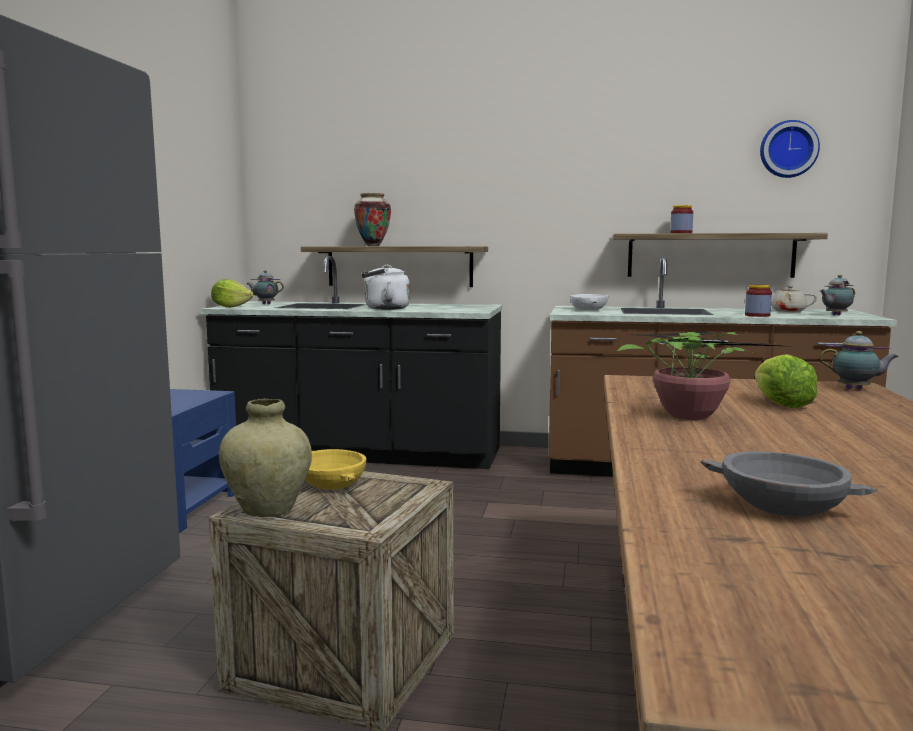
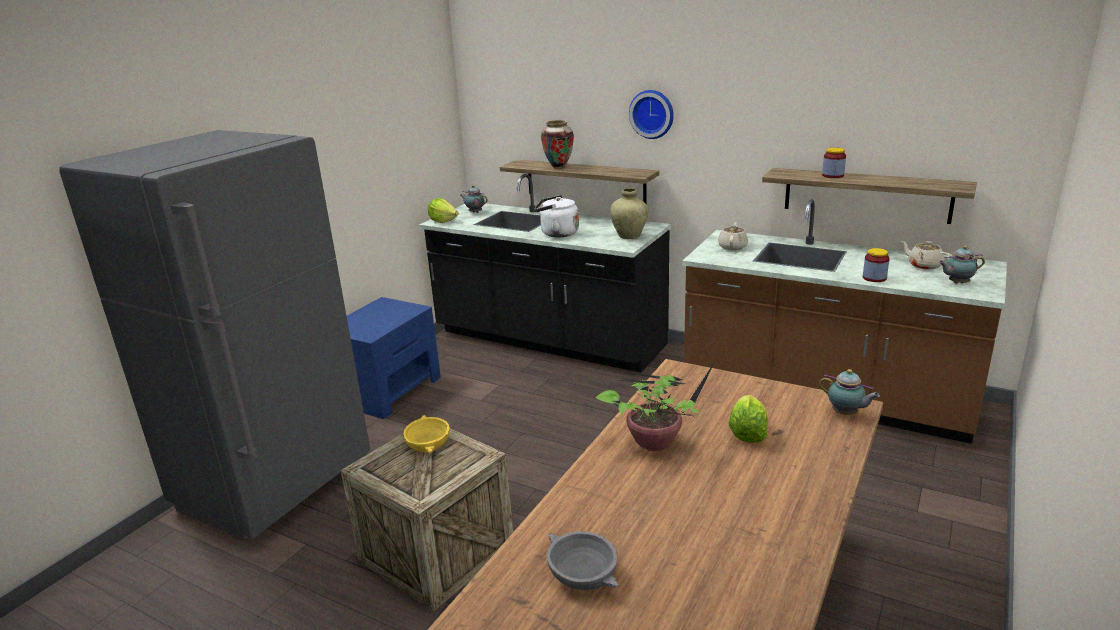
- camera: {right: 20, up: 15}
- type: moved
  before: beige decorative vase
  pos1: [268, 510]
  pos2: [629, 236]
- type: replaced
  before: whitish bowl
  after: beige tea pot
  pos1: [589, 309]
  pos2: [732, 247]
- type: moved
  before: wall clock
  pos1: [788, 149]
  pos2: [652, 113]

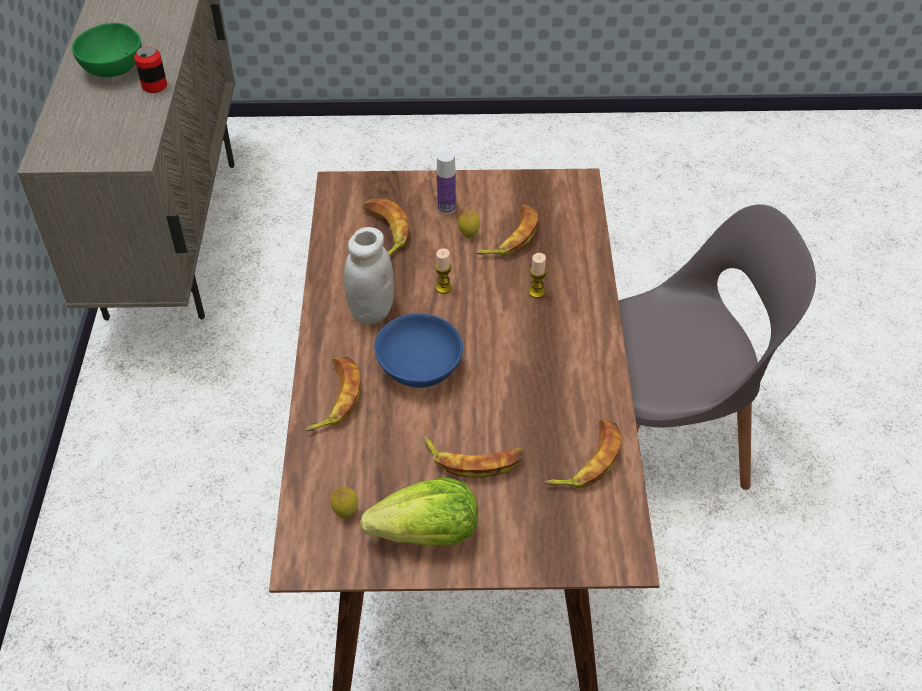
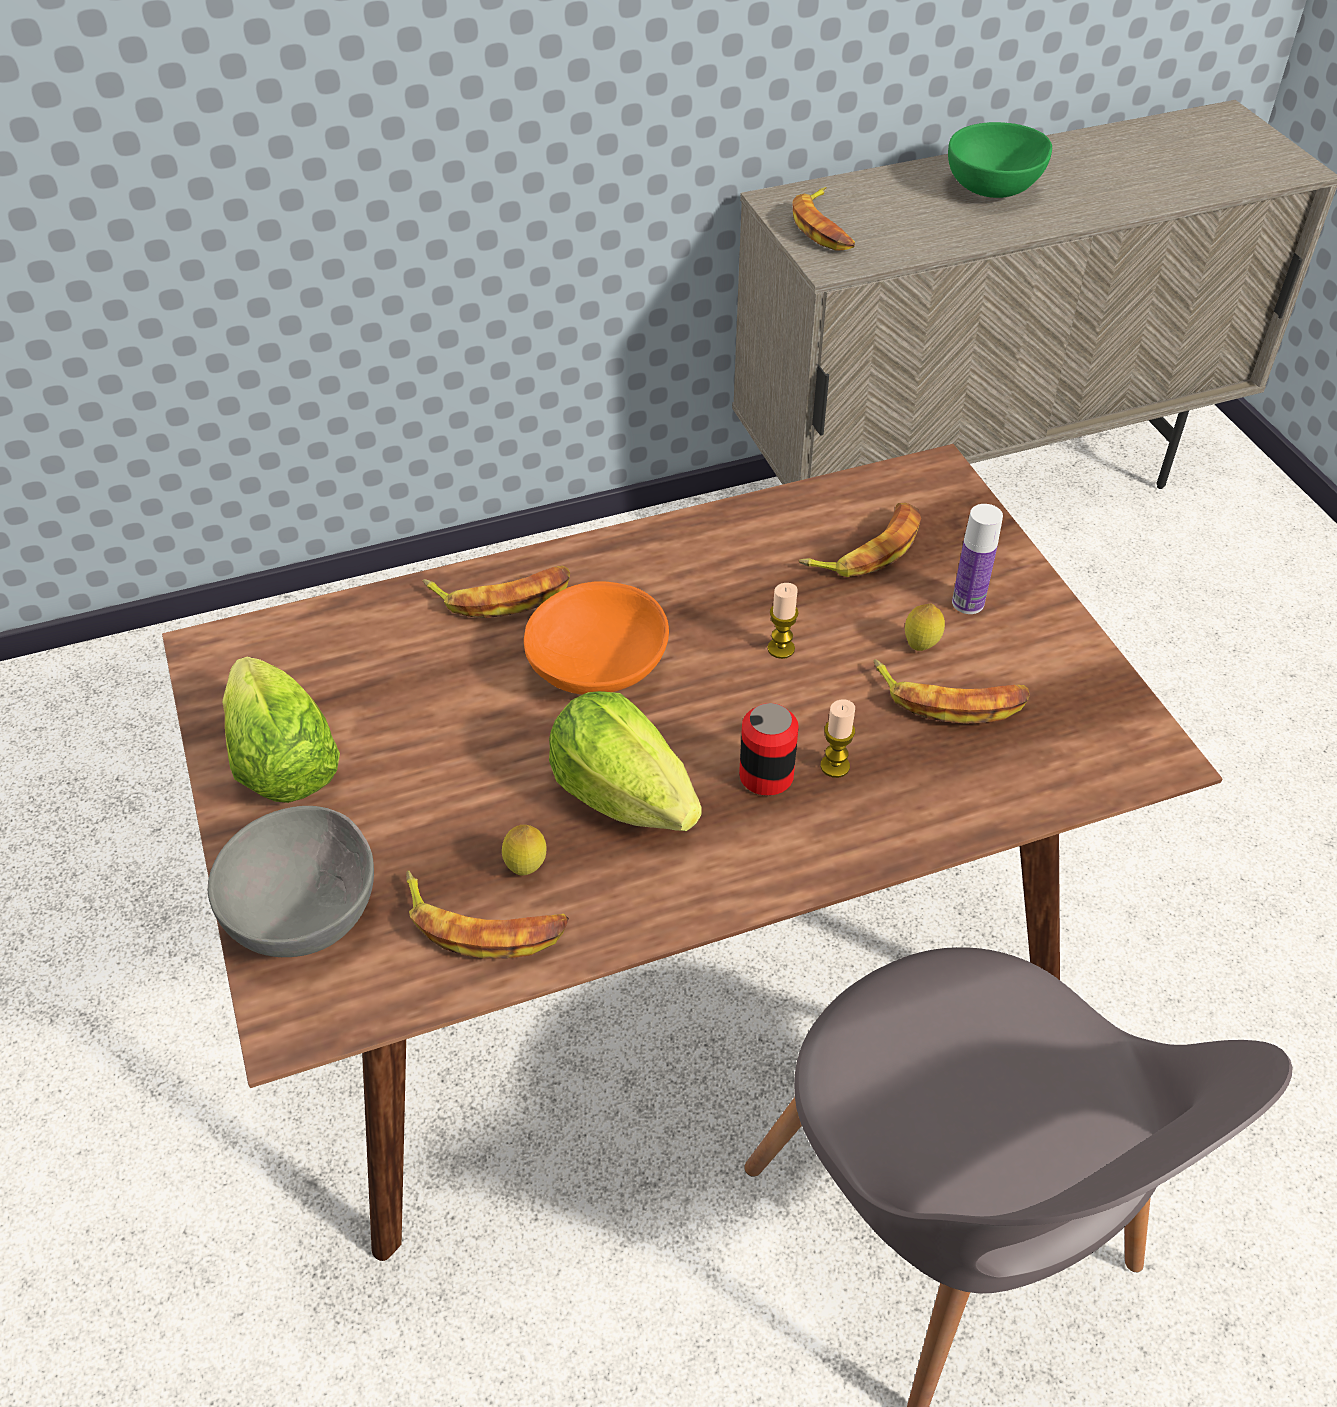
- camera: {right: 70, up: 0}
- type: moved
  before: sealed can
  pos1: [154, 86]
  pos2: [766, 776]
- type: moved
  before: citrus fruit
  pos1: [345, 513]
  pos2: [526, 868]
- type: removed
  before: whitish preserve jar
  pos1: [371, 311]
- type: recoloured
  before: blue-coloured bowl
  after: orange bowl
  pos1: [420, 367]
  pos2: [599, 668]
- type: moved
  before: banana fruit
  pos1: [474, 459]
  pos2: [824, 227]
- type: added
  after: gray bowl
  pos2: [309, 913]
- type: added
  after: lettuce
  pos2: [623, 794]

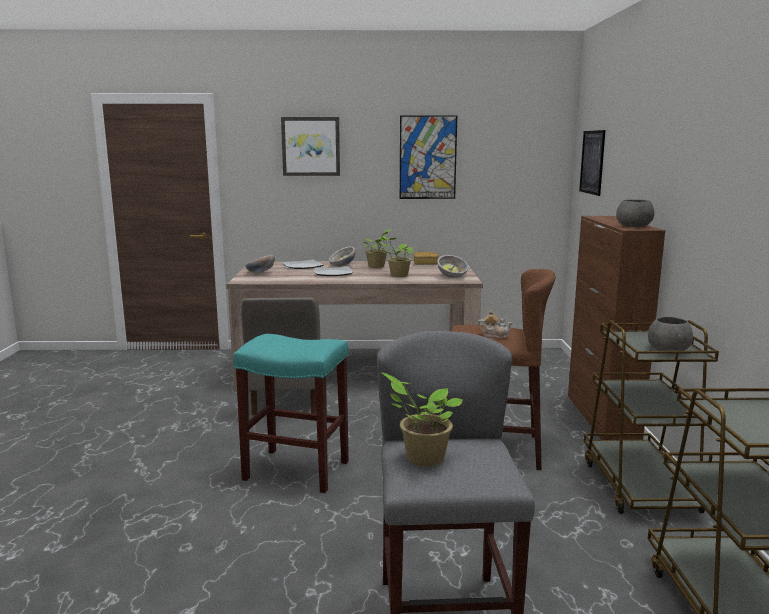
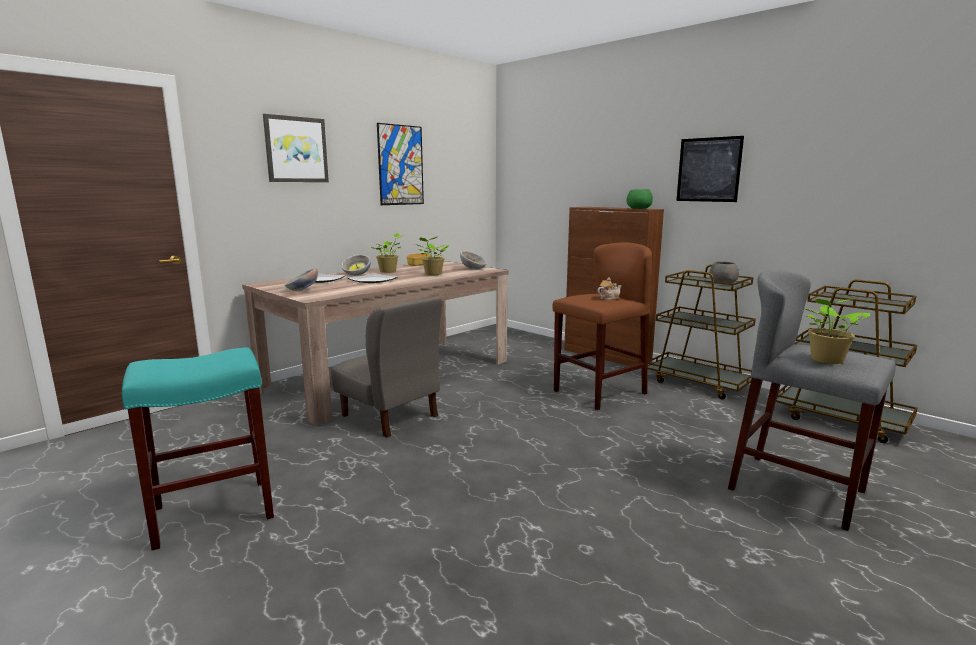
- camera: {right: -45, up: 0}
- type: moved
  before: blue-green sitting stool
  pos1: [298, 470]
  pos2: [215, 511]
- type: moved
  before: wall art
  pos1: [592, 162]
  pos2: [708, 169]
- type: recoloured
  before: gray bowl
  after: green-coloured bowl
  pos1: [634, 226]
  pos2: [639, 208]

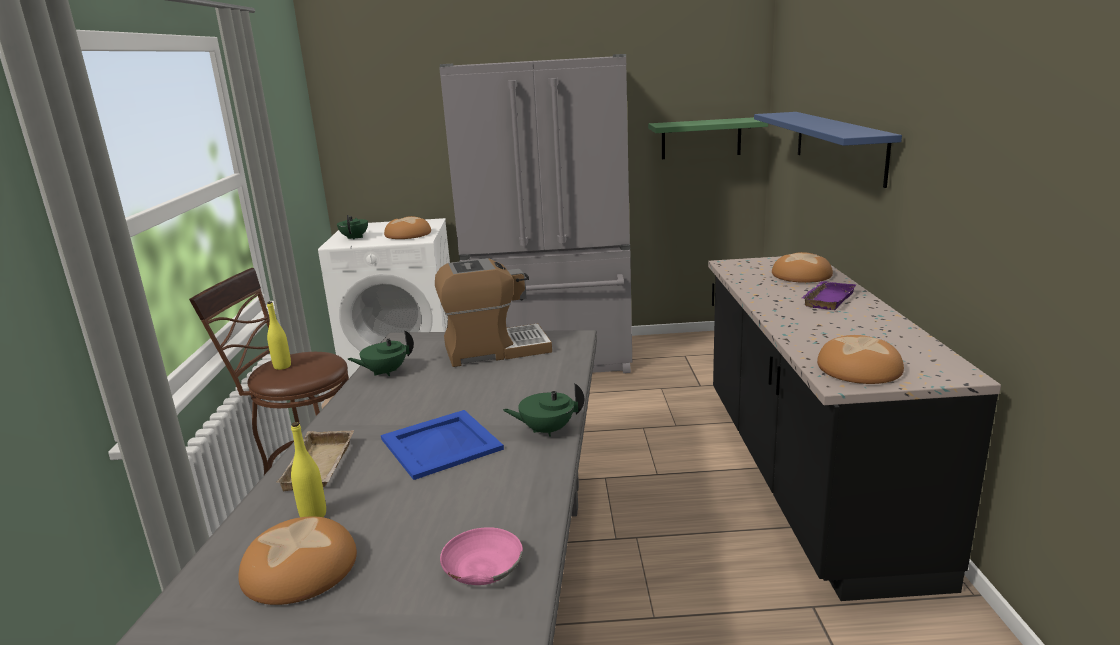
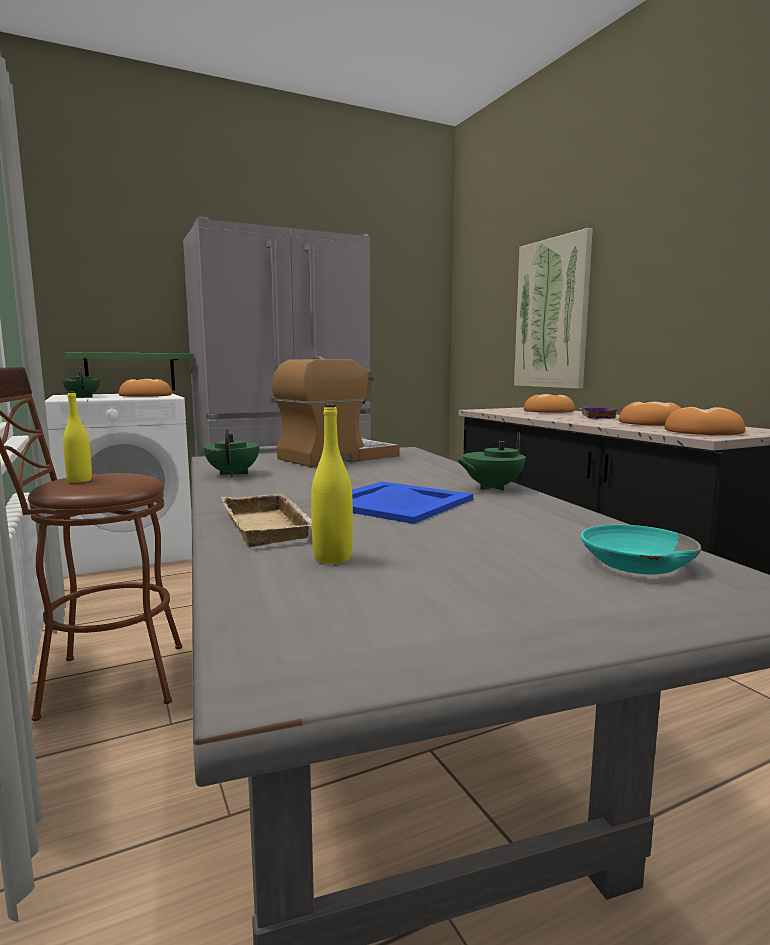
- camera: {right: -25, up: -10}
- type: moved
  before: bakery bread
  pos1: [301, 567]
  pos2: [651, 423]
- type: turned
  before: green-coloured tea pot
  pos1: [385, 372]
  pos2: [233, 473]
  turn: 135
- type: recoloured
  before: pink bowl
  after: blue-green bowl
  pos1: [481, 567]
  pos2: [634, 564]
- type: moved
  before: green-coloured wall shelf
  pos1: [701, 138]
  pos2: [130, 372]
- type: replaced
  before: blue-coloured wall shelf
  after: wall art
  pos1: [838, 145]
  pos2: [552, 314]

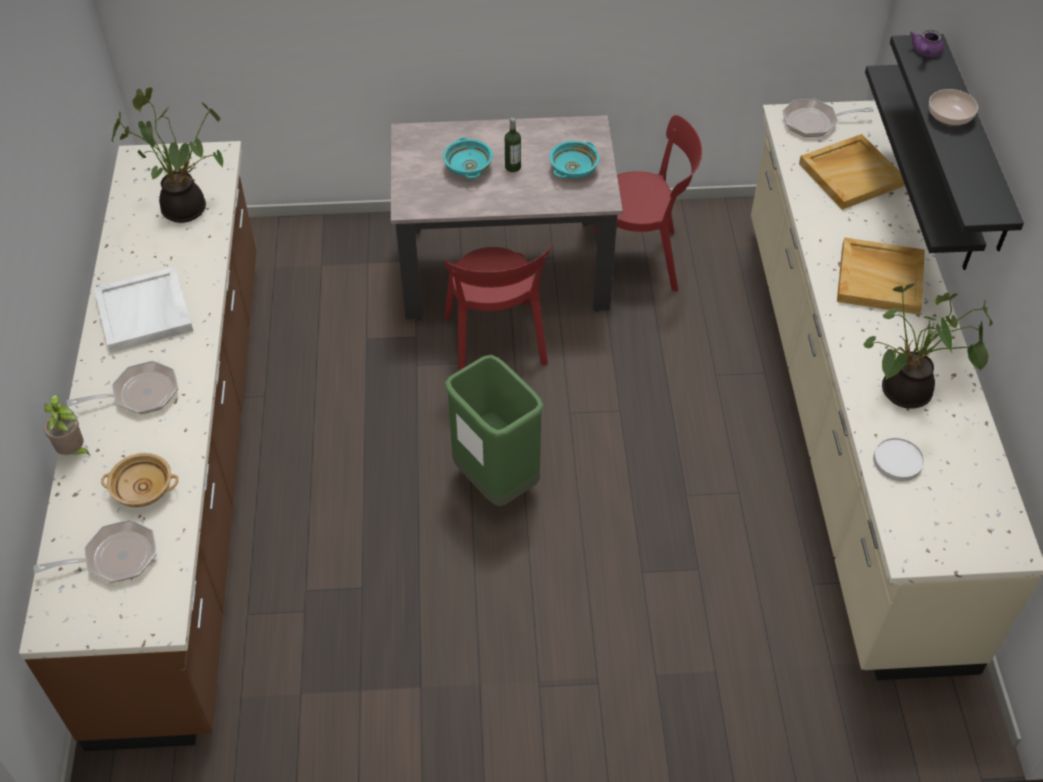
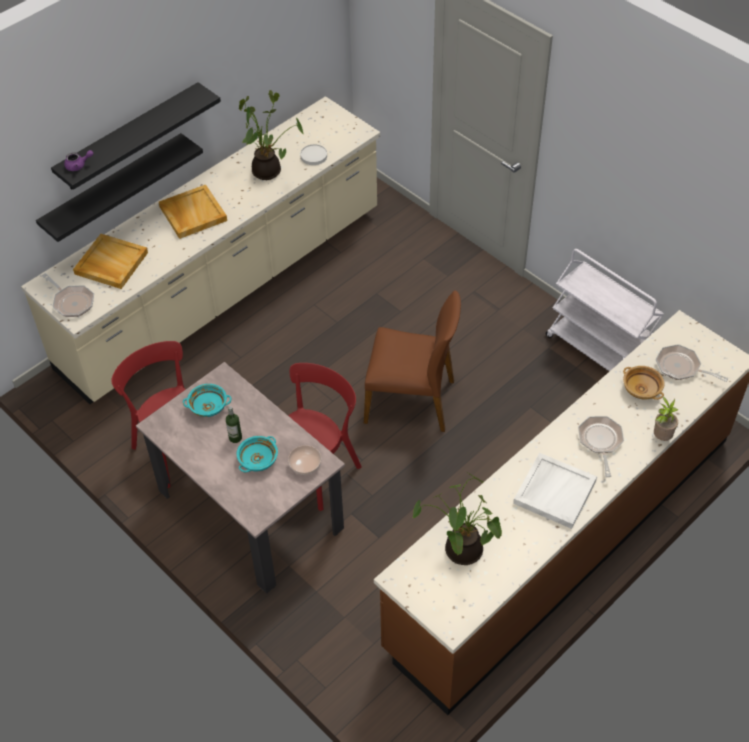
- camera: {right: -130, up: 0}
- type: turned
  before: frying pan
  pos1: [140, 394]
  pos2: [600, 442]
  turn: 60
- type: replaced
  before: green-coloured rubbish bin
  after: brown upright chair
  pos1: [495, 481]
  pos2: [411, 400]
- type: moved
  before: bowl
  pos1: [949, 116]
  pos2: [305, 464]
- type: added
  after: whitish trolley
  pos2: [599, 351]

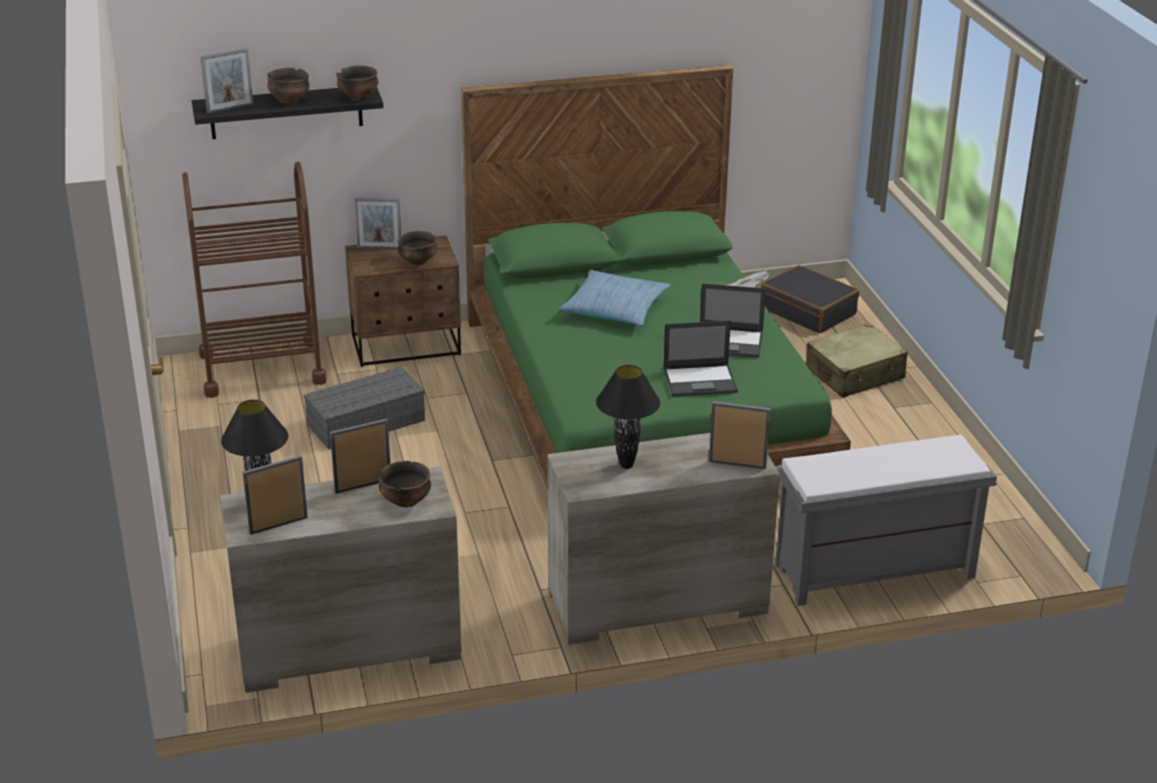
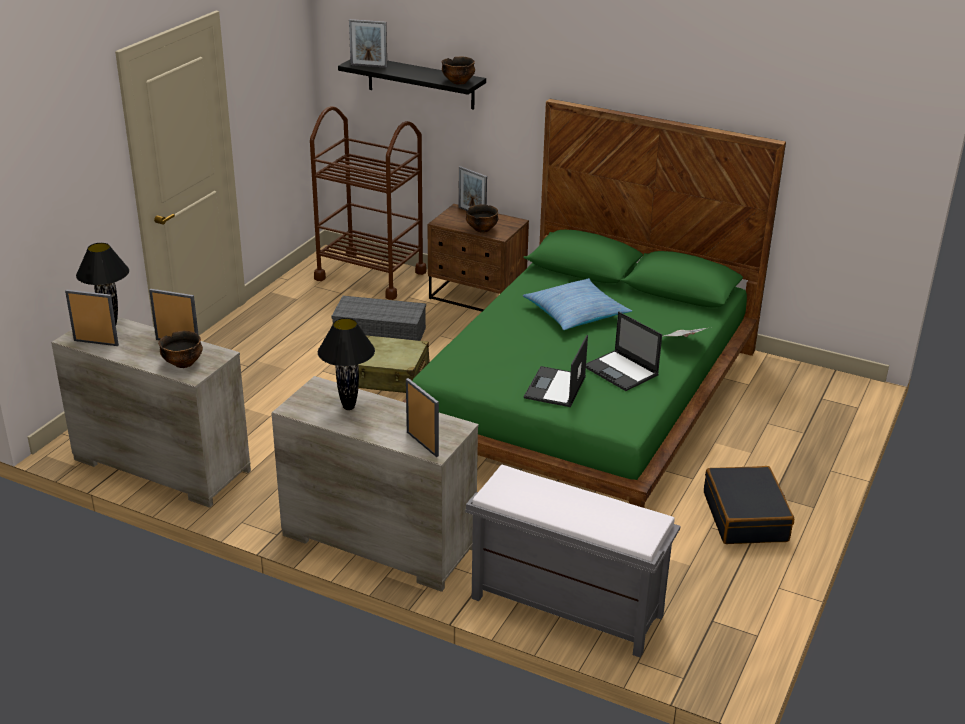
- camera: {right: 40, up: 0}
- type: removed
  before: bowl
  pos1: [289, 100]
- type: turned
  before: laptop
  pos1: [701, 381]
  pos2: [555, 388]
  turn: 75
- type: moved
  before: blackish travel case
  pos1: [808, 311]
  pos2: [746, 517]
- type: moved
  before: beige travel case
  pos1: [855, 374]
  pos2: [389, 376]

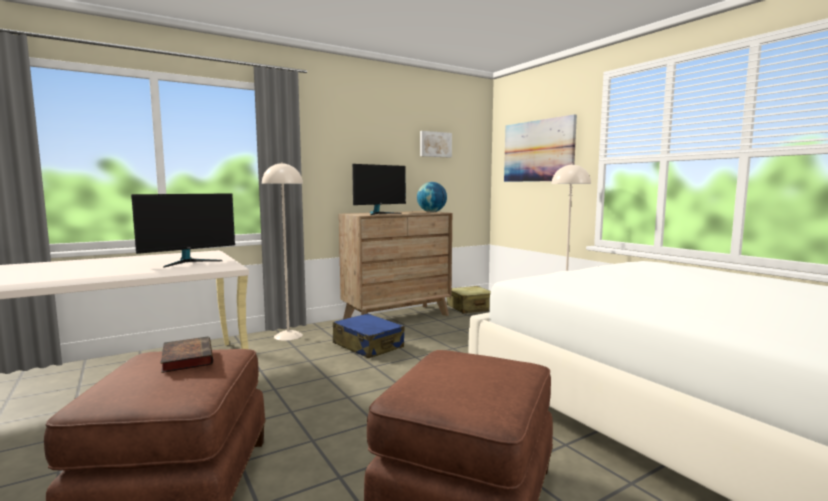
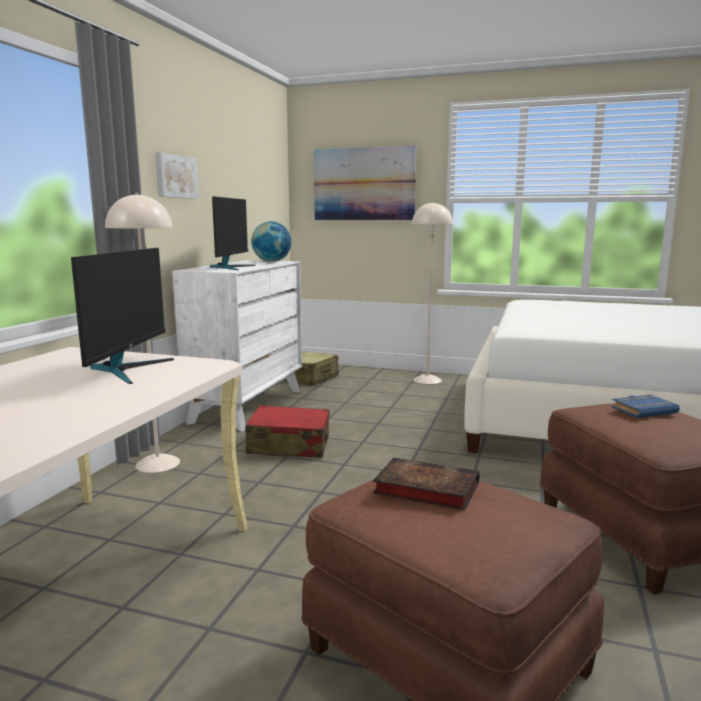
- camera: {right: -40, up: 5}
- type: recoloured
  before: blue-coloured travel case
  after: red travel case
  pos1: [368, 346]
  pos2: [289, 445]
- type: recoloured
  before: brown drawer chest
  after: whitish drawer chest
  pos1: [397, 317]
  pos2: [247, 406]
- type: moved
  before: wall art
  pos1: [435, 144]
  pos2: [175, 176]
- type: added
  after: blue-coloured volume
  pos2: [643, 410]

